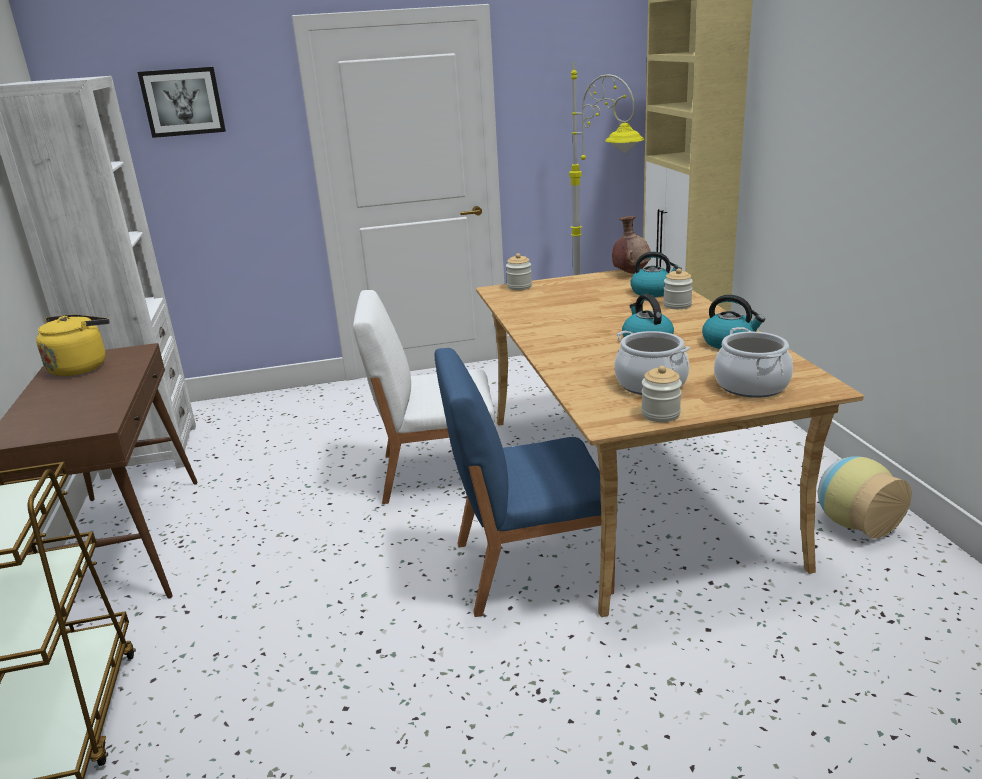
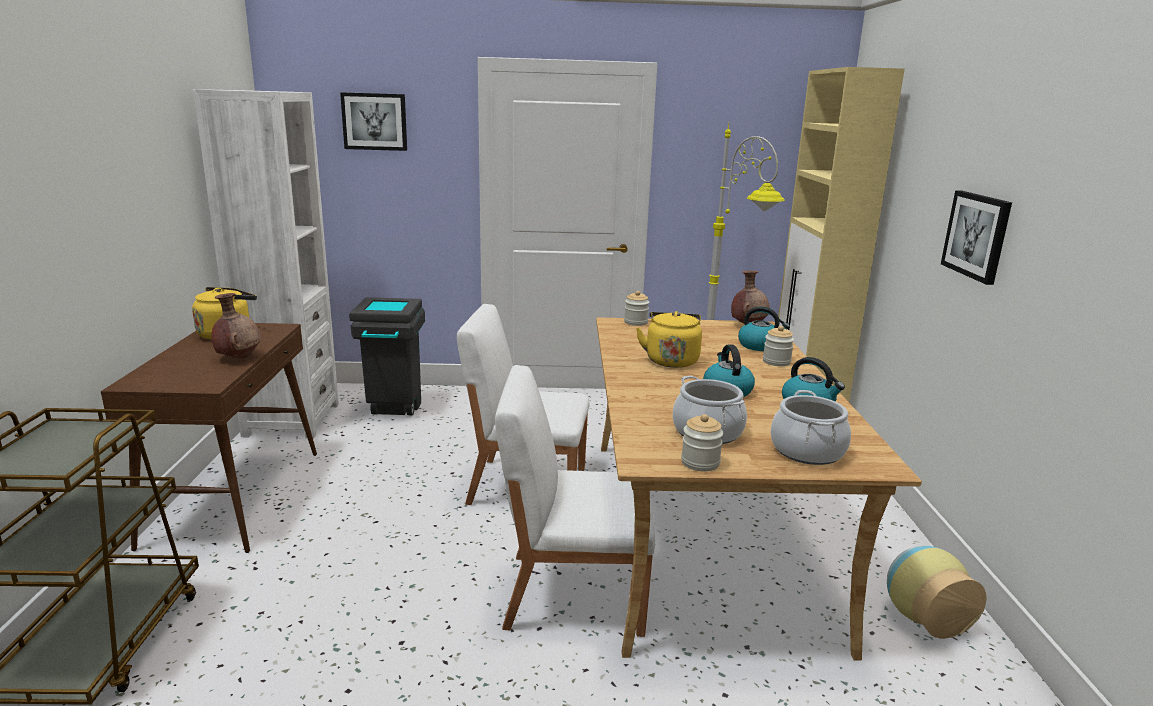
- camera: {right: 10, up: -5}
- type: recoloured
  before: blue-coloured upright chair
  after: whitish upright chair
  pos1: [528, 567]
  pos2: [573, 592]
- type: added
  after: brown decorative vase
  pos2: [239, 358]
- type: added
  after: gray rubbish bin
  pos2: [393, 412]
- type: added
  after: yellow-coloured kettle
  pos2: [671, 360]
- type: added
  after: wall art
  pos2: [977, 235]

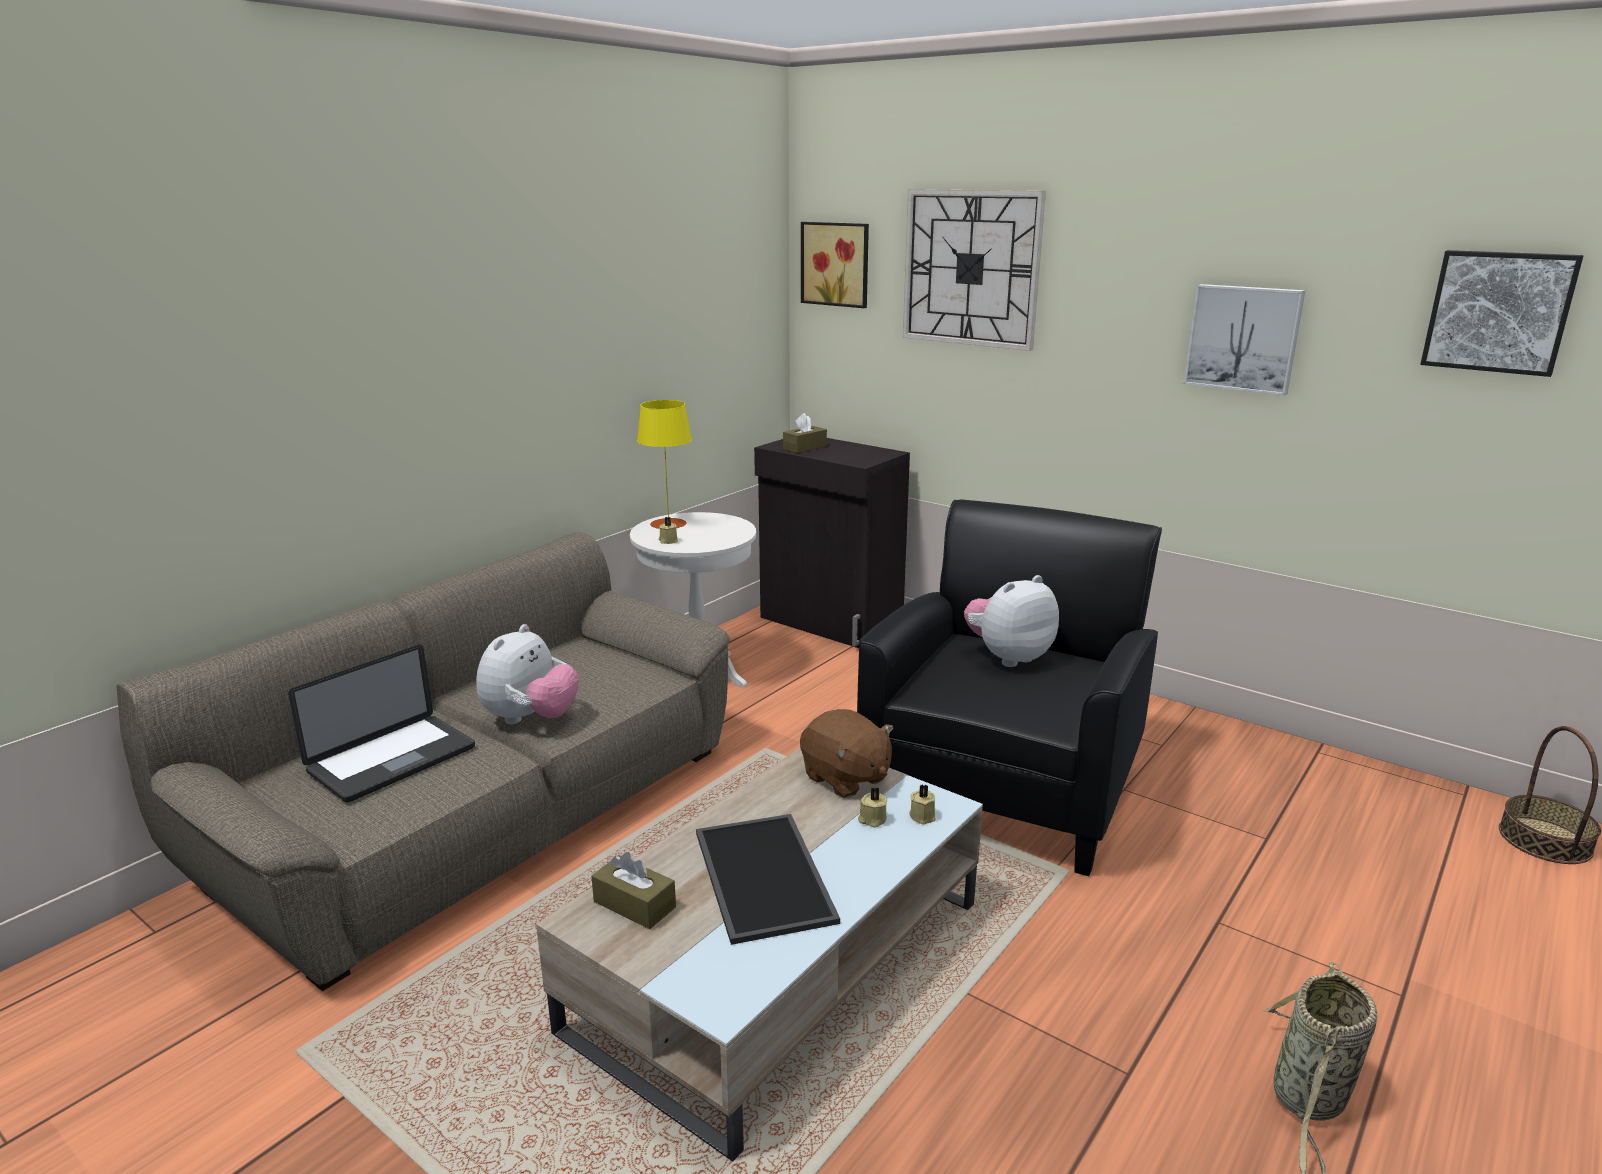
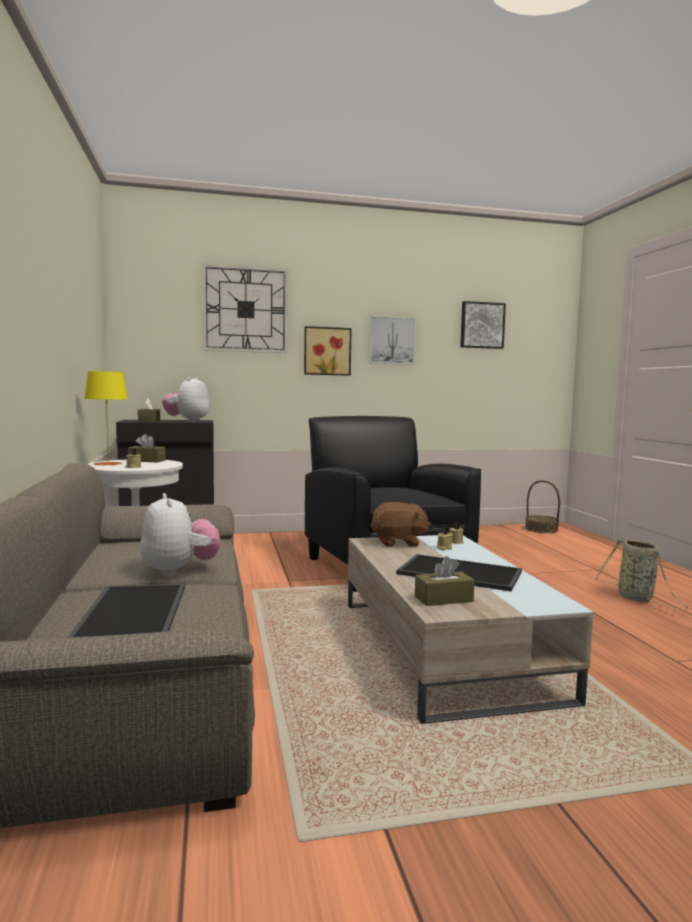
- camera: {right: -50, up: -15}
- type: replaced
  before: laptop
  after: carrying tray
  pos1: [392, 760]
  pos2: [130, 612]
- type: moved
  before: wall art
  pos1: [837, 264]
  pos2: [327, 351]
- type: moved
  before: plush toy
  pos1: [1008, 657]
  pos2: [187, 421]
- type: added
  after: brown box of tissues
  pos2: [146, 461]

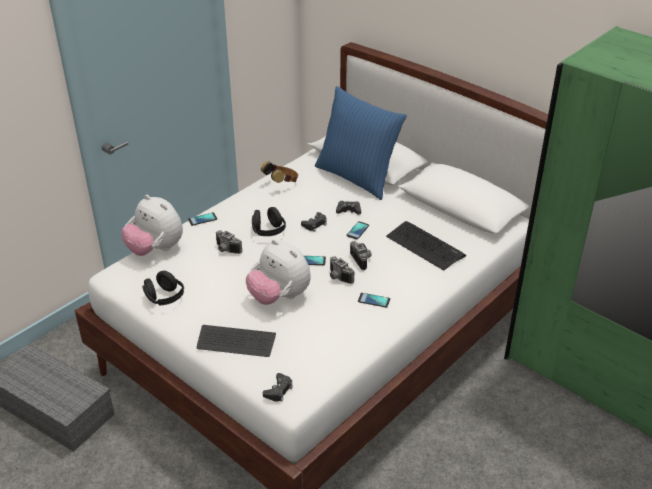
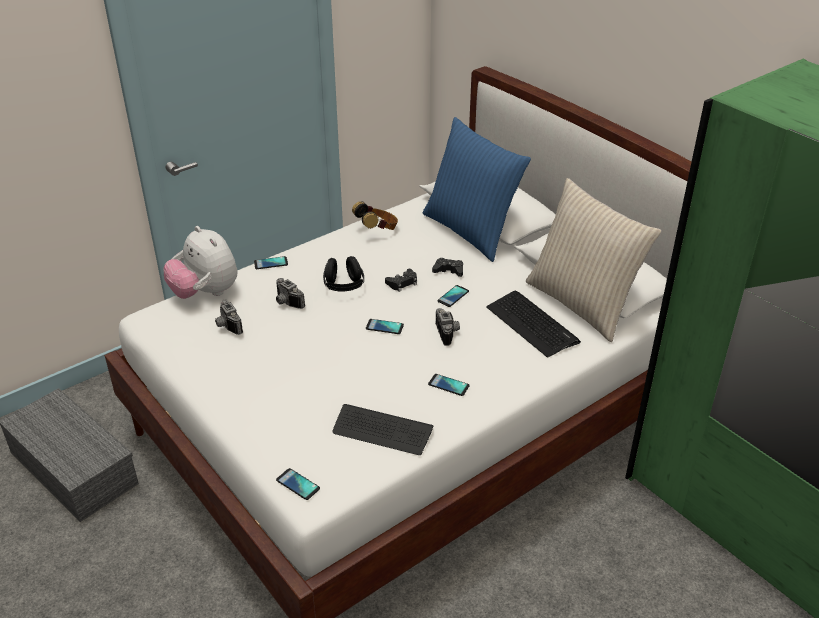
- camera: {right: 10, up: 0}
- type: removed
  before: blackish headphones
  pos1: [165, 298]
- type: moved
  before: PC keyboard
  pos1: [236, 342]
  pos2: [382, 431]
- type: removed
  before: plush toy
  pos1: [279, 297]
- type: replaced
  before: blackish gamepad
  after: handset
  pos1: [278, 390]
  pos2: [298, 484]
- type: moved
  before: still camera
  pos1: [338, 278]
  pos2: [227, 326]
- type: added
  after: beige pillow
  pos2: [582, 304]

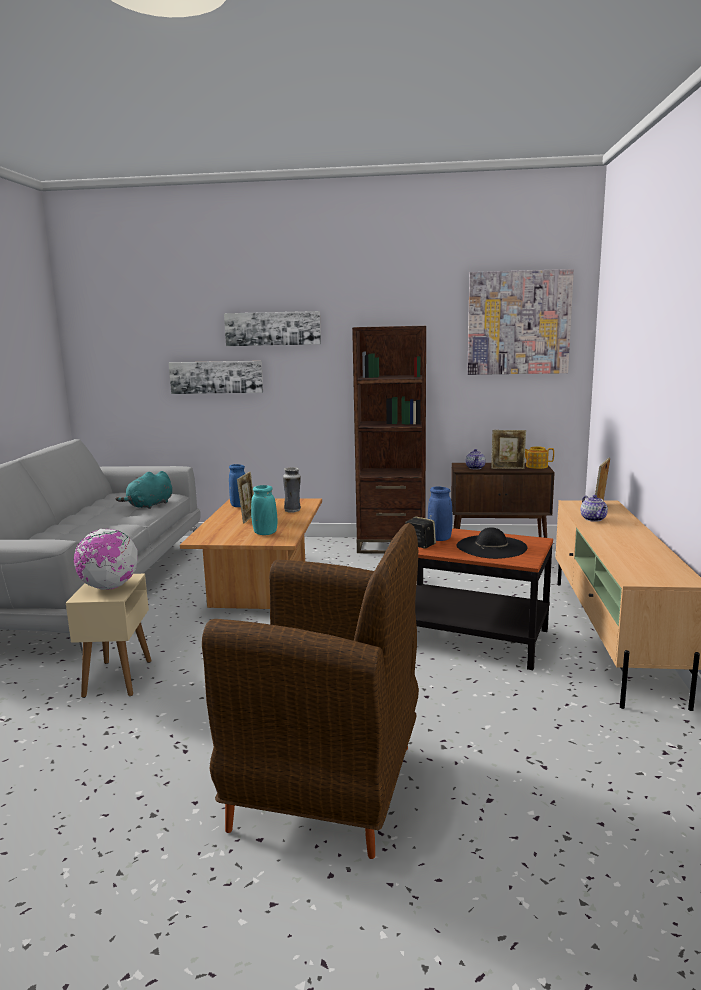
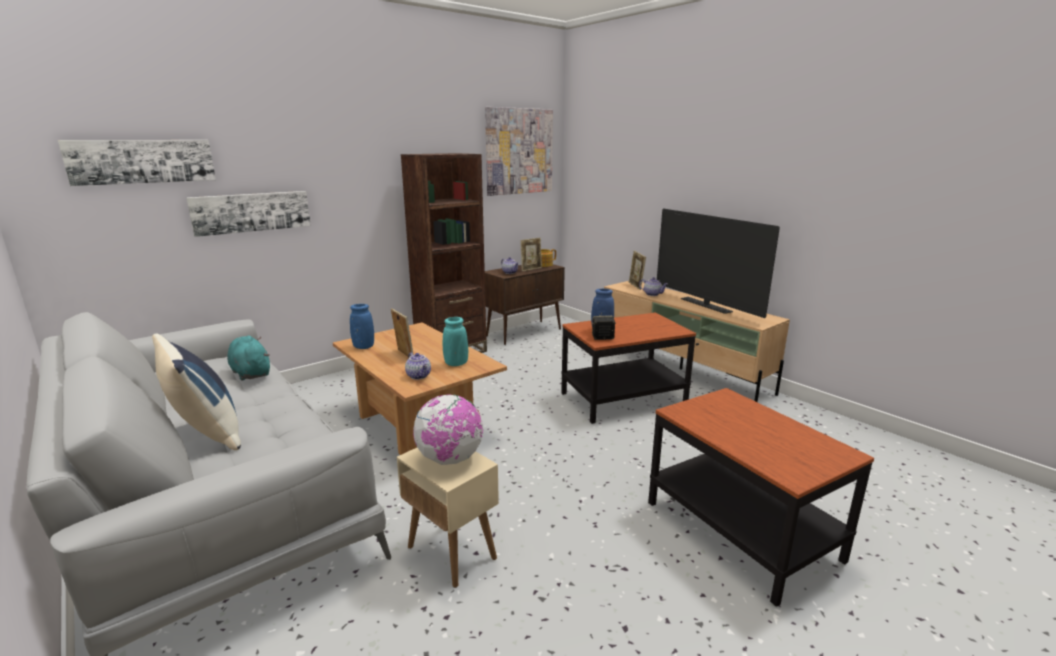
- camera: {right: -45, up: 5}
- type: turned
  before: blue-green plush toy
  pos1: [149, 505]
  pos2: [251, 373]
  turn: 150
- type: replaced
  before: brown armchair
  after: end table
  pos1: [328, 787]
  pos2: [741, 530]
- type: moved
  before: wall art
  pos1: [273, 328]
  pos2: [142, 161]
- type: removed
  before: decorative vase
  pos1: [293, 510]
- type: removed
  before: blackish clothing hat
  pos1: [491, 547]
- type: added
  after: blue-coloured pillow
  pos2: [205, 434]
- type: added
  after: tea pot
  pos2: [419, 376]
- type: added
  after: TV
  pos2: [705, 305]

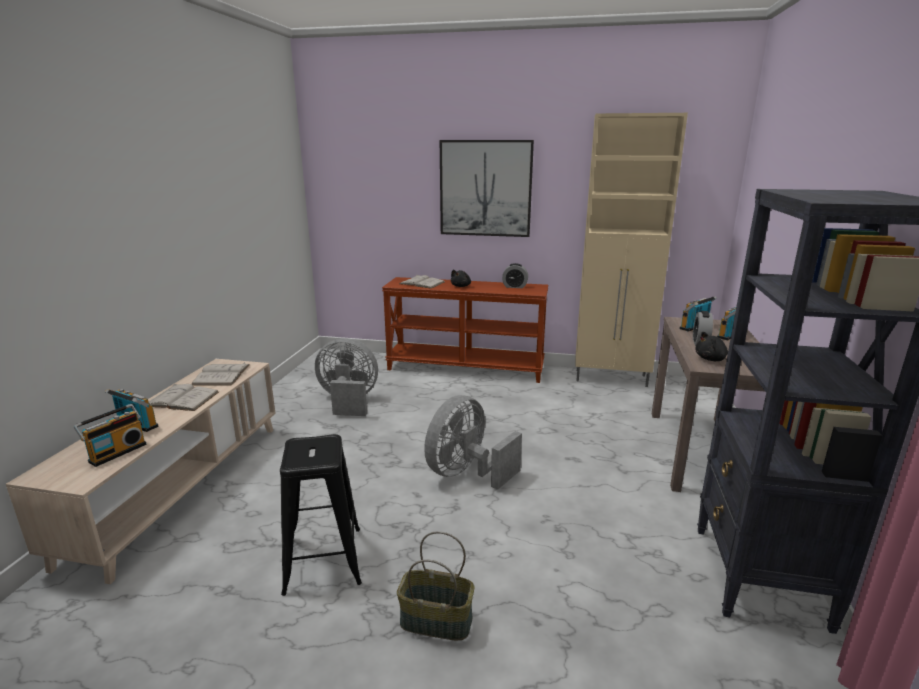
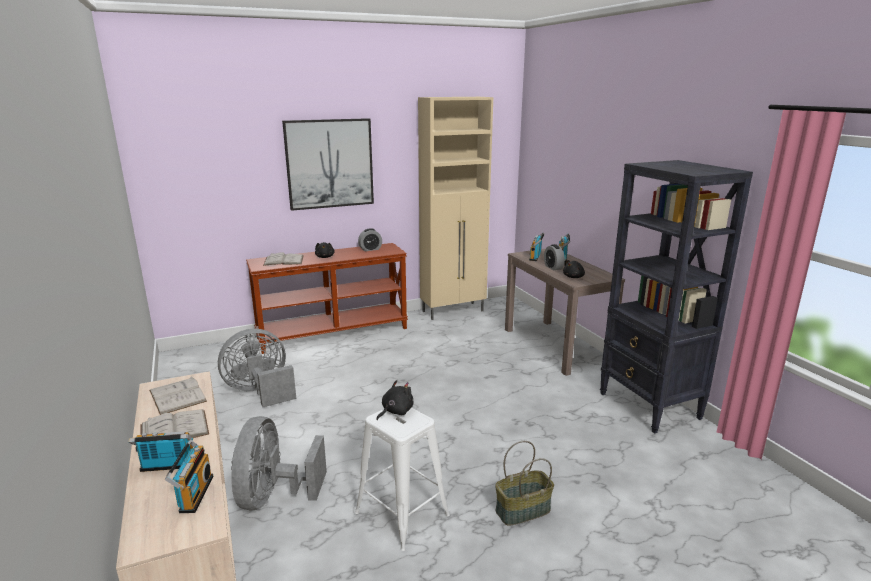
- camera: {right: -35, up: 0}
- type: recoloured
  before: blackish sitting stool
  after: whitish sitting stool
  pos1: [323, 560]
  pos2: [402, 514]
- type: moved
  before: gray cooling fan
  pos1: [466, 473]
  pos2: [274, 496]
- type: added
  after: blackish plush toy
  pos2: [395, 411]

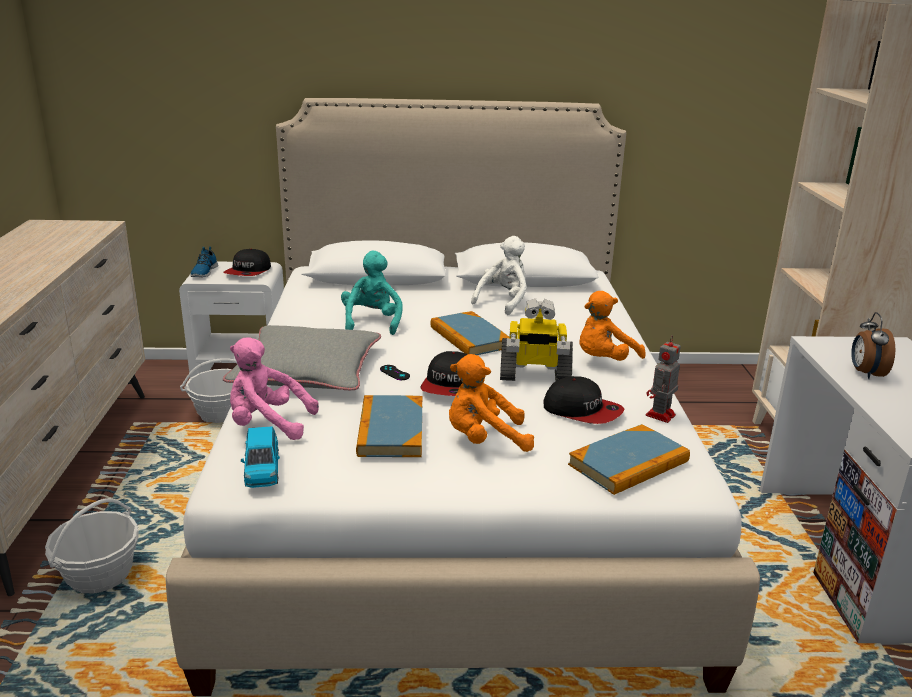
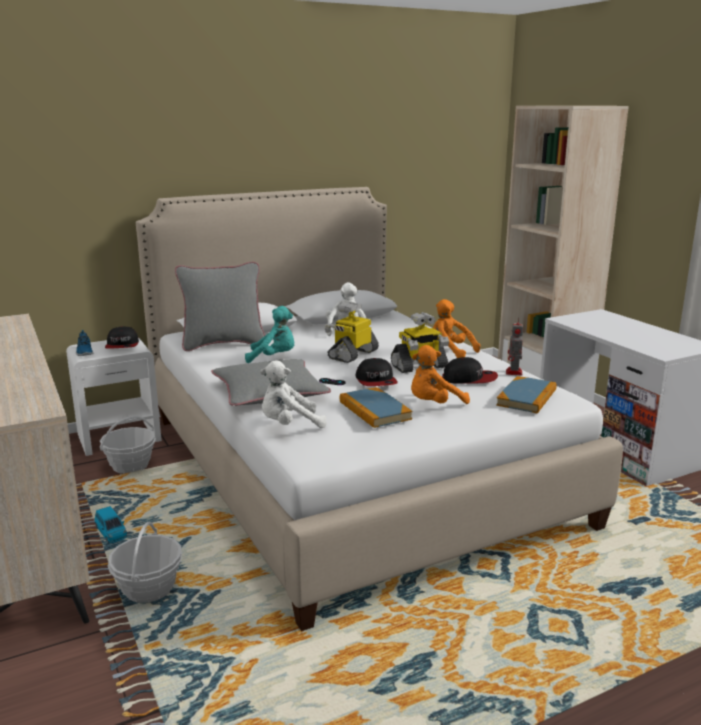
- camera: {right: -25, up: -5}
- type: recoloured
  before: pink plush toy
  after: whitish plush toy
  pos1: [267, 424]
  pos2: [289, 425]
- type: moved
  before: blue-coloured toy car
  pos1: [262, 470]
  pos2: [111, 533]
- type: turned
  before: blue-green plush toy
  pos1: [372, 322]
  pos2: [274, 357]
  turn: 120
- type: replaced
  before: volume
  after: toy robot
  pos1: [469, 337]
  pos2: [352, 354]
- type: turned
  before: orange plush toy
  pos1: [604, 361]
  pos2: [449, 352]
  turn: 105
- type: removed
  before: bedside clock
  pos1: [865, 373]
- type: added
  after: gray pillow
  pos2: [223, 344]

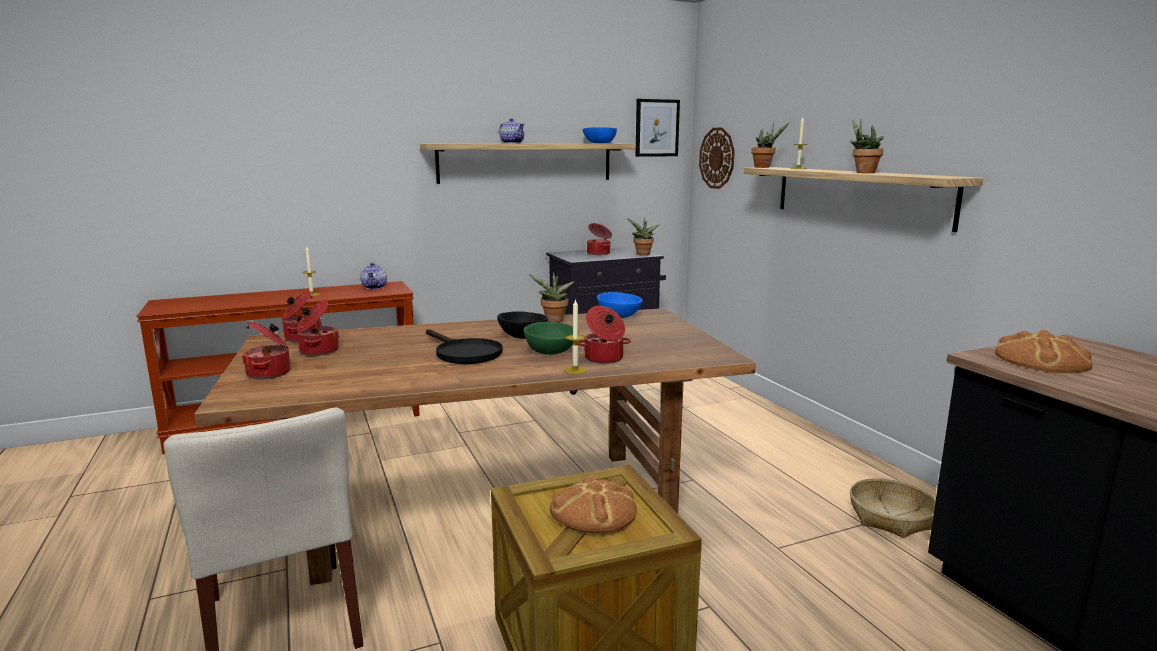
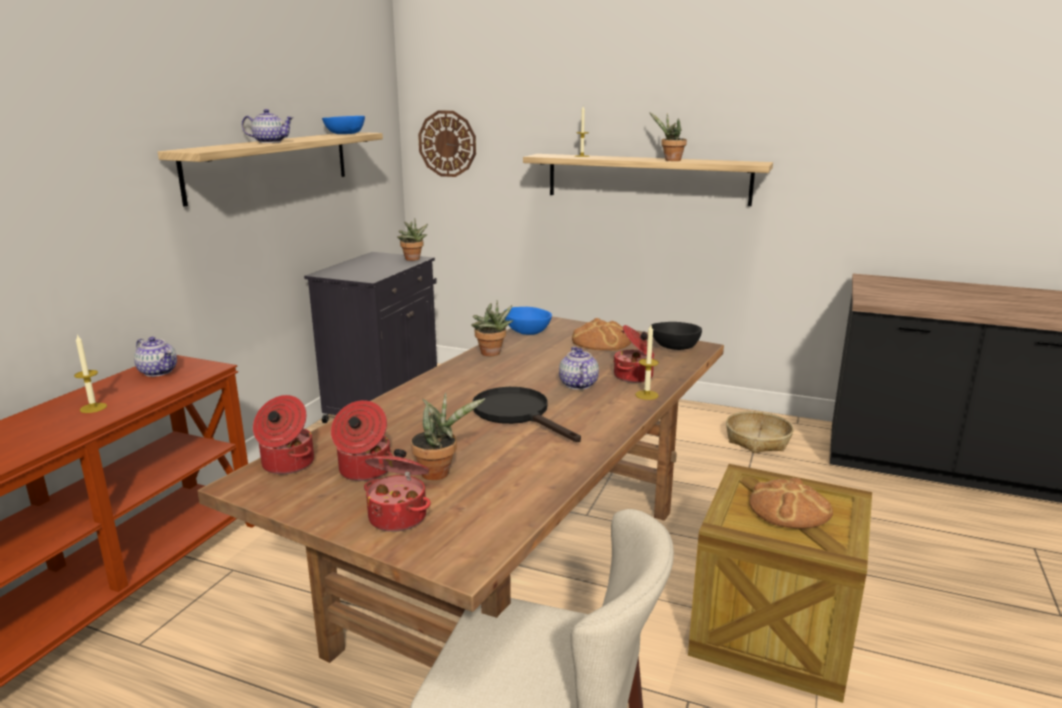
- camera: {right: -45, up: 5}
- type: turned
  before: blackish frying pan
  pos1: [463, 353]
  pos2: [518, 414]
  turn: -135
- type: moved
  before: blackish bowl
  pos1: [522, 336]
  pos2: [675, 347]
- type: replaced
  before: green-coloured bowl
  after: tea pot
  pos1: [550, 351]
  pos2: [578, 385]
- type: removed
  before: saucepot
  pos1: [599, 253]
- type: removed
  before: wall art
  pos1: [657, 128]
- type: moved
  before: potted plant
  pos1: [764, 167]
  pos2: [439, 472]
- type: moved
  before: bakery bread
  pos1: [1042, 360]
  pos2: [601, 341]

